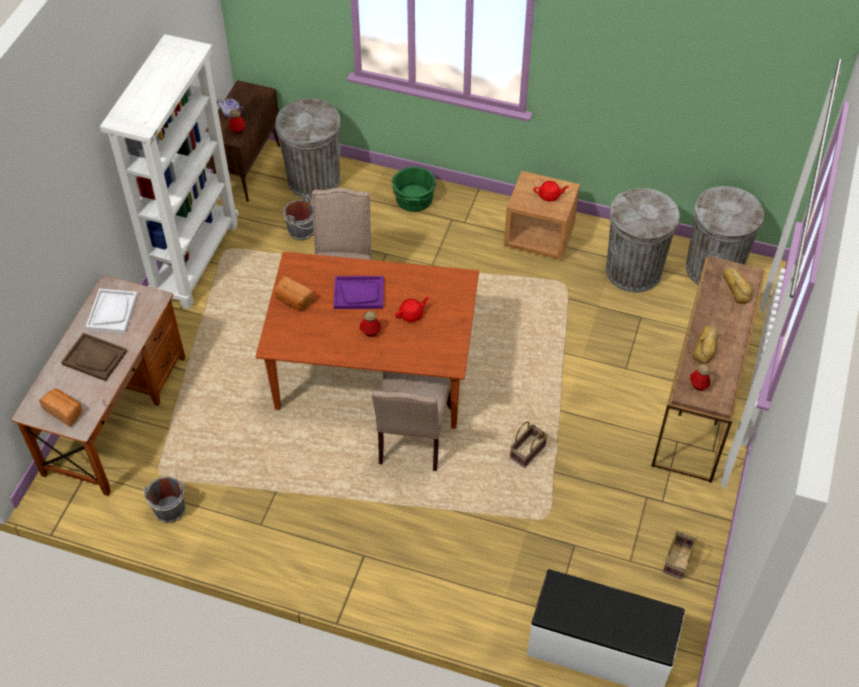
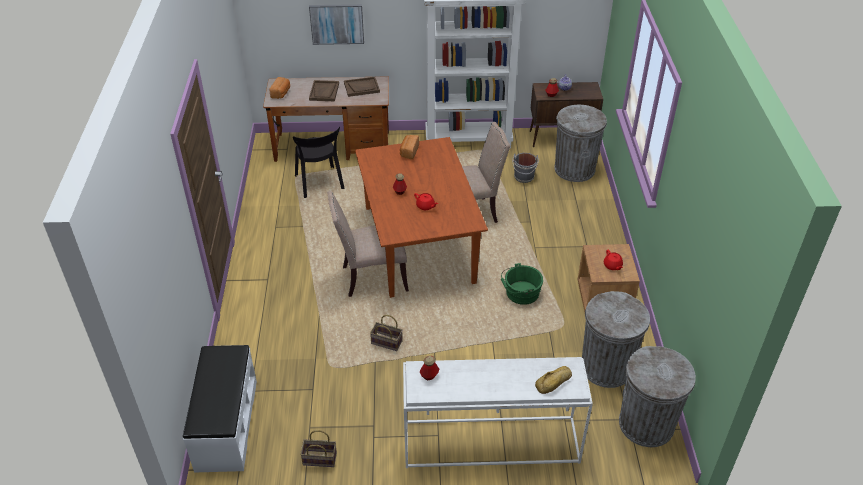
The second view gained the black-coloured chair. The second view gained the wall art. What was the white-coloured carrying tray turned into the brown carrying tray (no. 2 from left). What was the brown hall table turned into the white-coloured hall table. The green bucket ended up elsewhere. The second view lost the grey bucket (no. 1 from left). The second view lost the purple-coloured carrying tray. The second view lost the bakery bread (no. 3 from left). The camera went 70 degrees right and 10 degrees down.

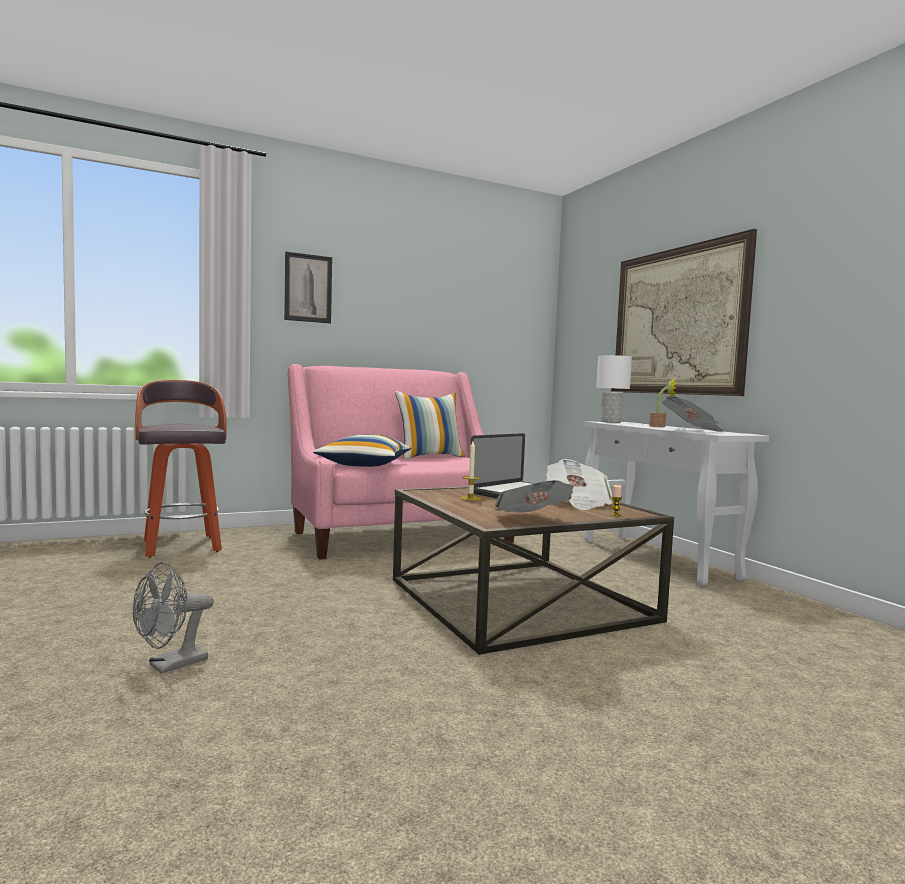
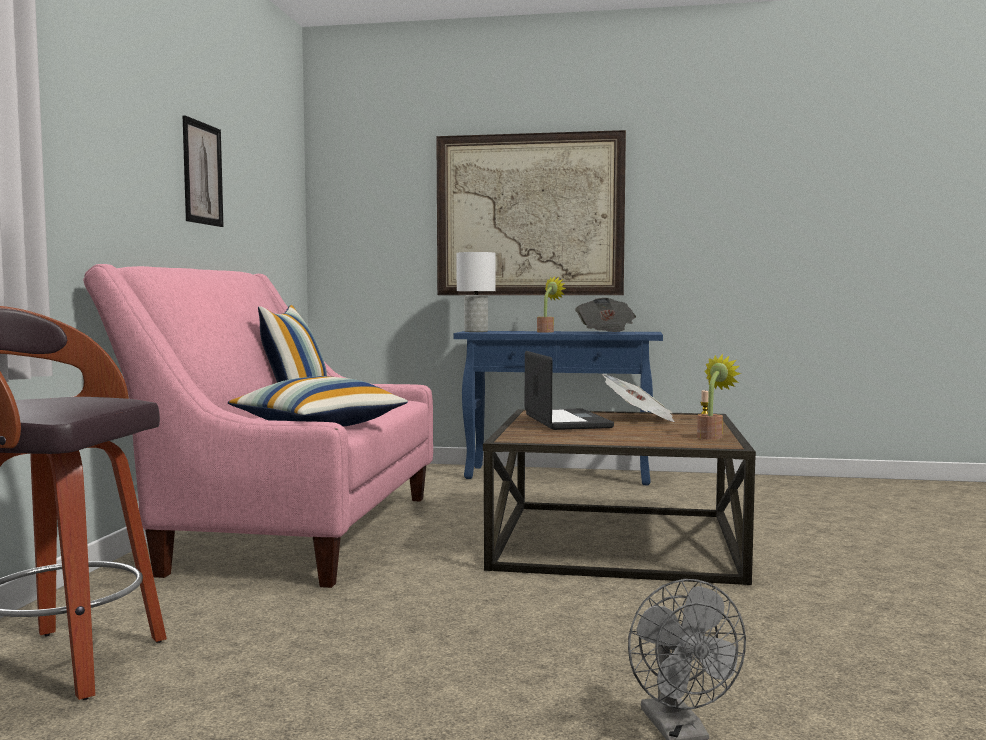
The wall art (no. 1 from left) ended up elsewhere. What was the white-coloured hall table turned into the blue hall table. Where the printed paper (no. 1 from left) stood, the plant in a pot (no. 2 from left) came to stand. The second view lost the wax light (no. 1 from left). The camera went 55 degrees left and 0 degrees up.

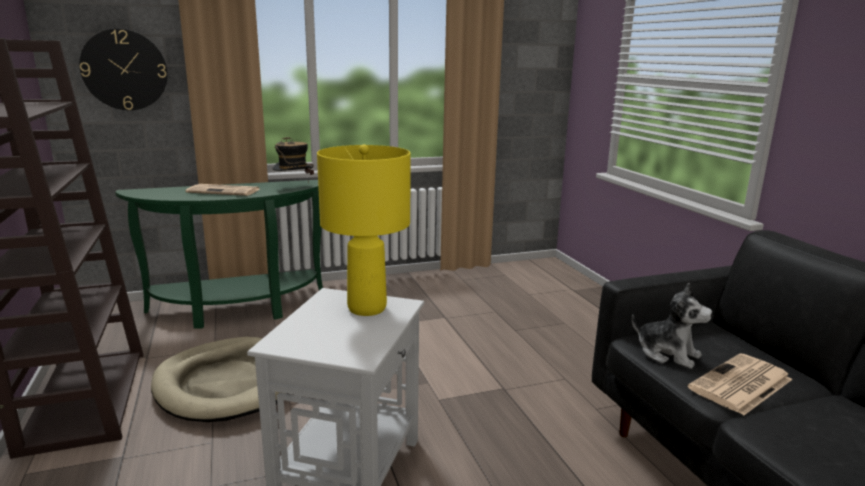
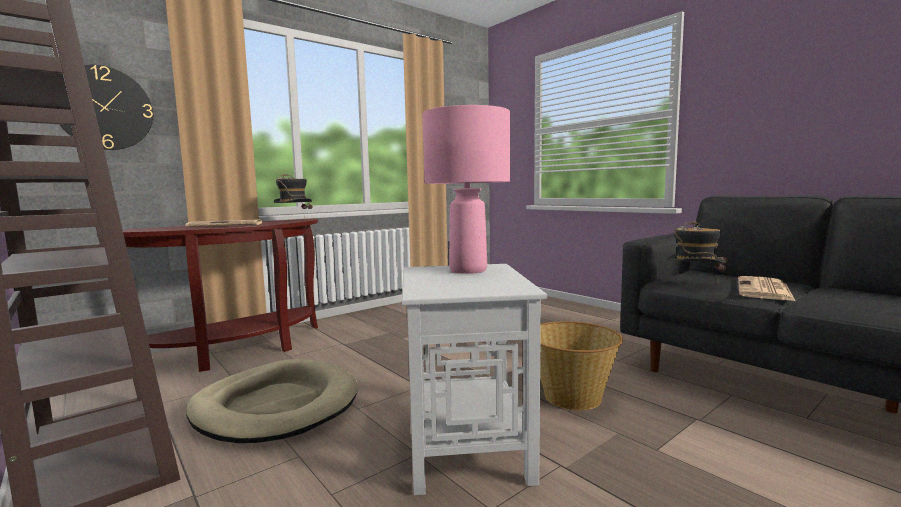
What was the green hall table turned into the brown hall table. What was the yellow-coloured lamp for a table turned into the pink lamp for a table. The second view gained the household basket. Where the soft toy stood, the clothing hat (no. 2 from left) came to stand. The camera went 20 degrees left and 10 degrees down.

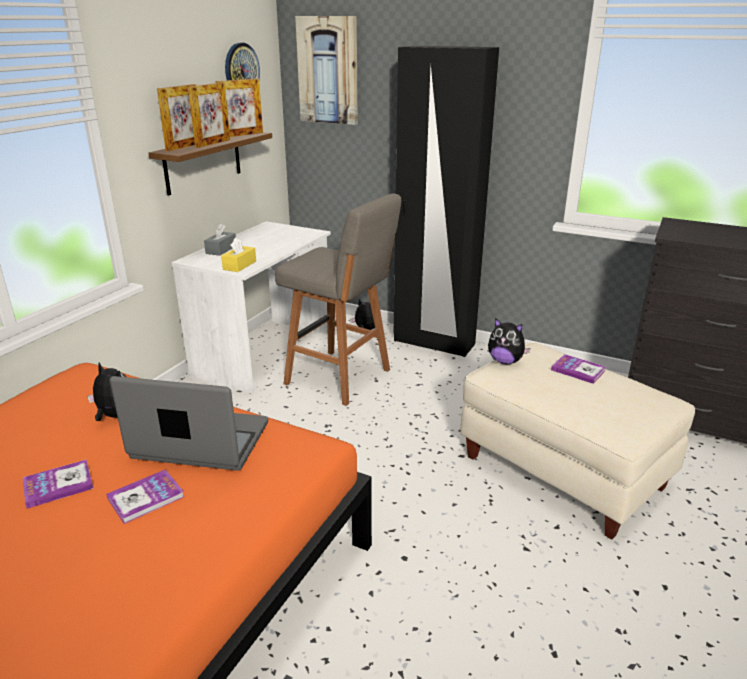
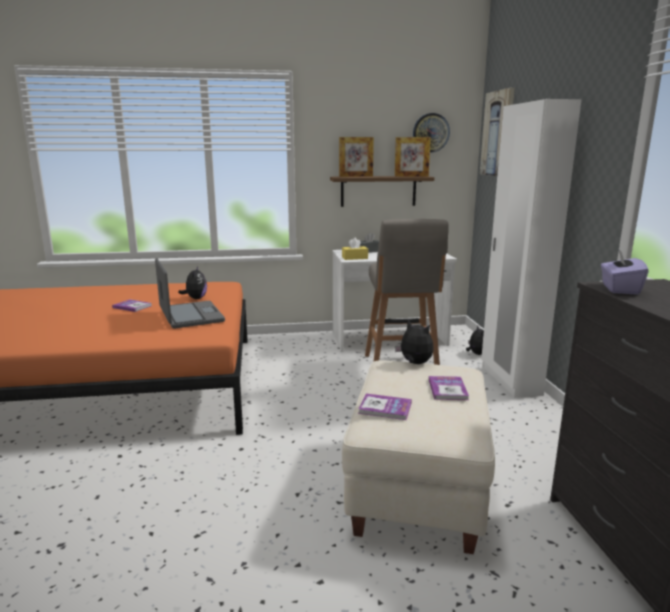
The bound book (no. 2 from left) ended up elsewhere. The soft toy (no. 3 from left in the first image) ended up facing another way, 135 degrees clockwise from before. What was the black-coloured wardrobe turned into the white-coloured wardrobe. The second view gained the purple-coloured tissue box. The second view lost the picture frame (no. 2 from left). The camera went 55 degrees right and 10 degrees down.

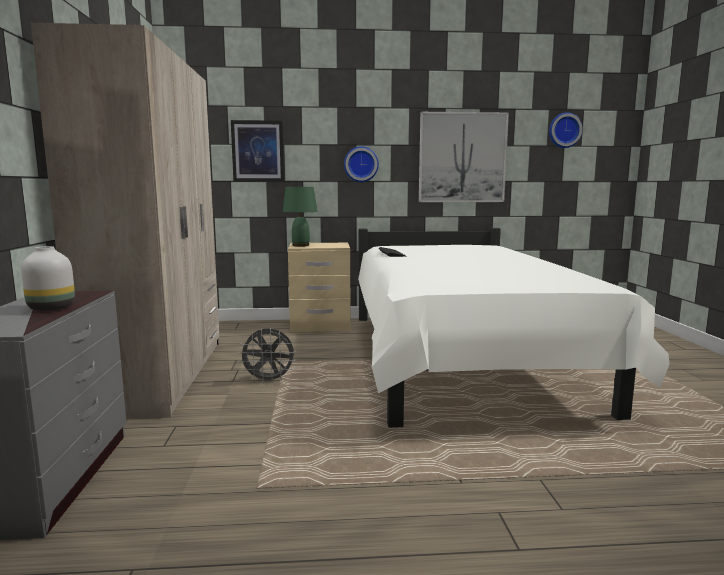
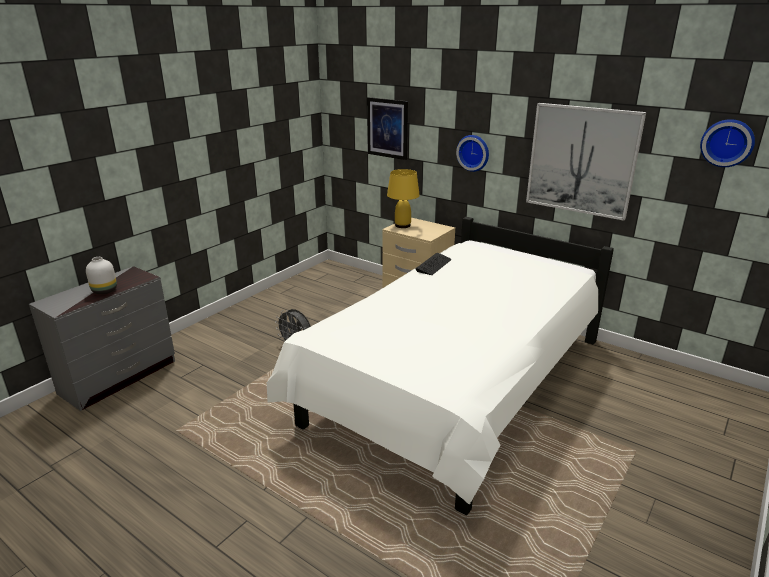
What was the green lamp for a table turned into the yellow-coloured lamp for a table. The second view lost the sand-coloured wardrobe. The camera went 40 degrees right and 15 degrees up.

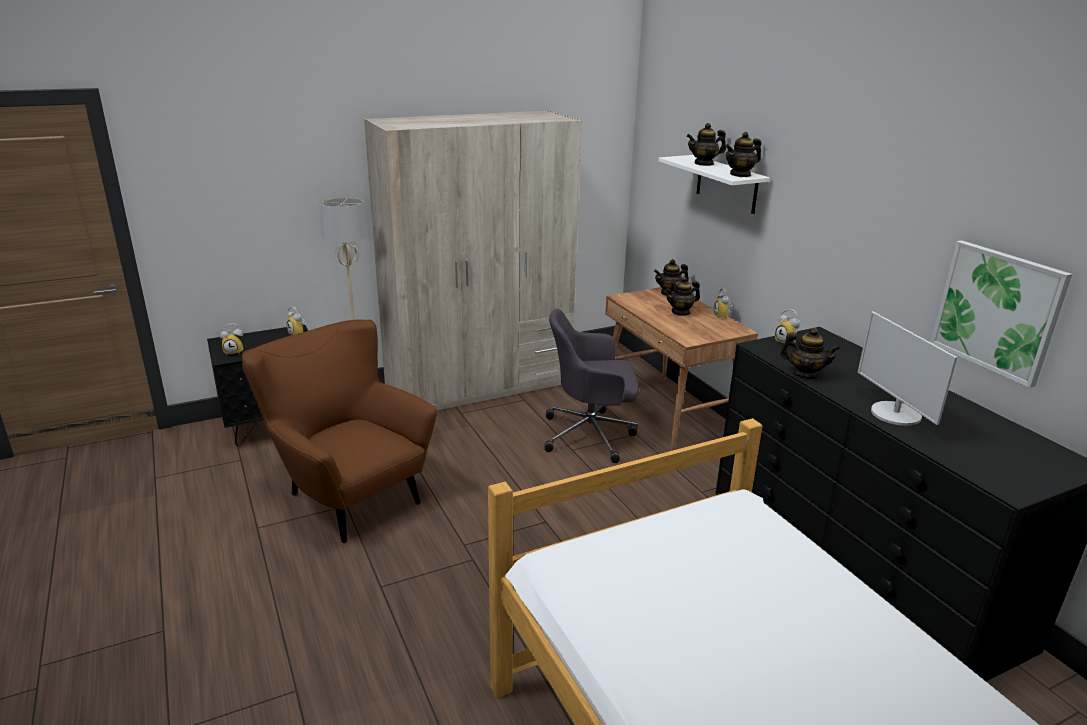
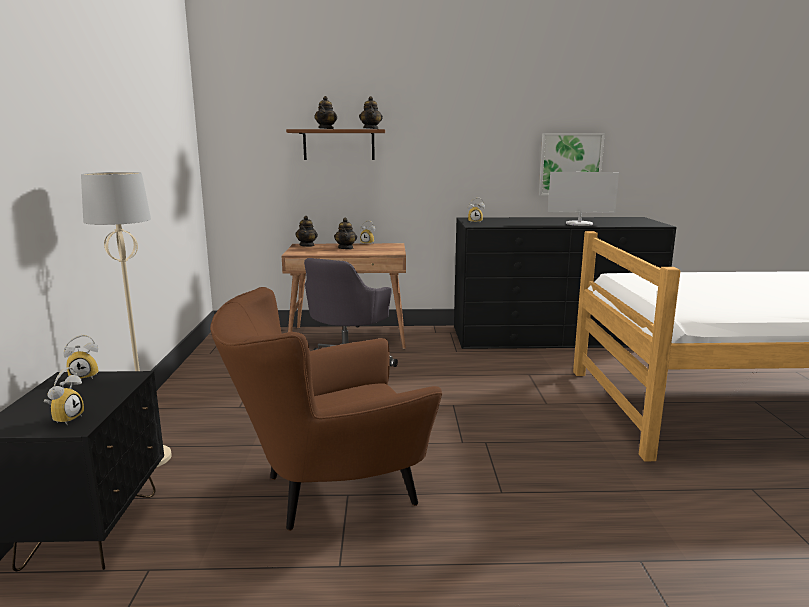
What was the white-coloured shelf turned into the brown shelf. The second view lost the sand-coloured wardrobe. The second view lost the teapot (no. 5 from left). The camera went 65 degrees left and 10 degrees down.

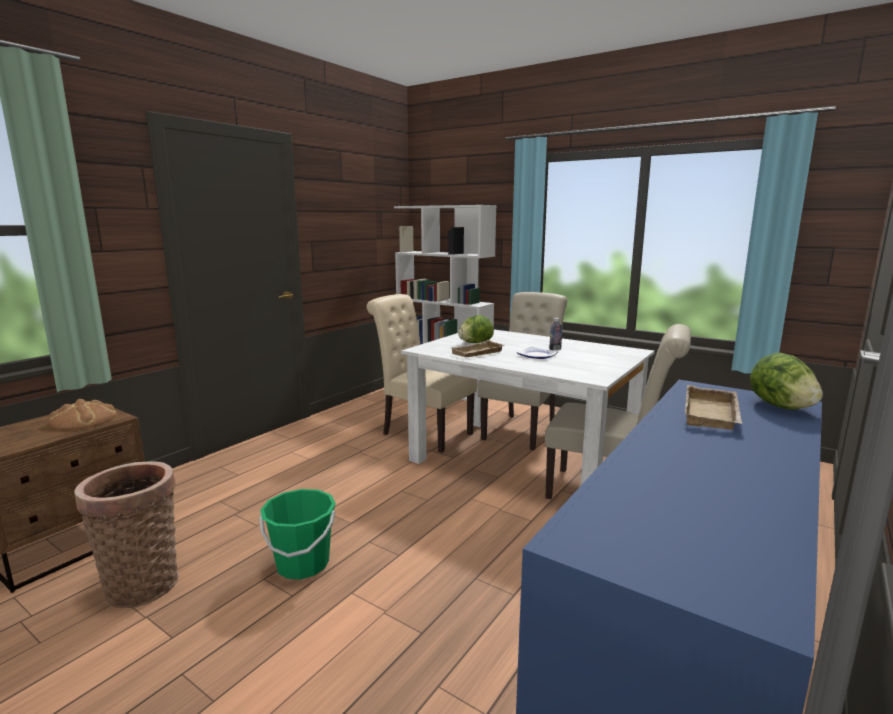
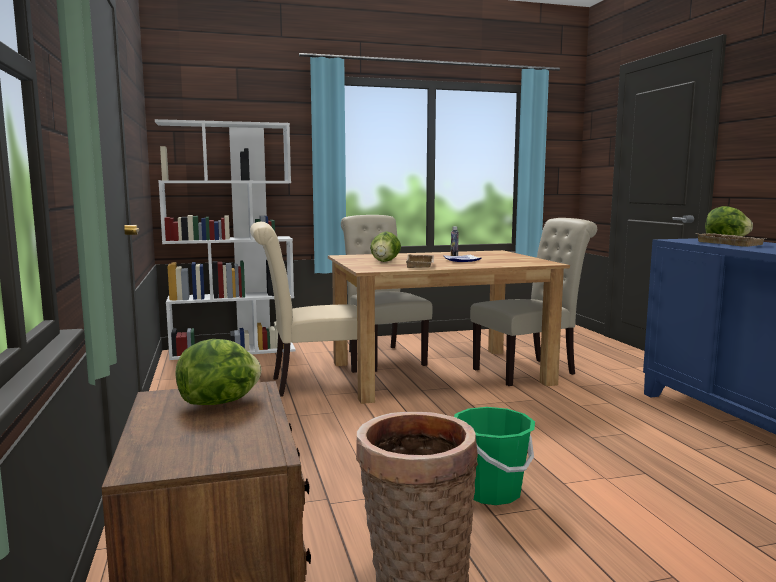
Where the bakery bread stood, the lettuce head (no. 1 from left) came to stand. What was the white-coloured dinner table turned into the brown dinner table. The camera went 50 degrees left and 5 degrees down.

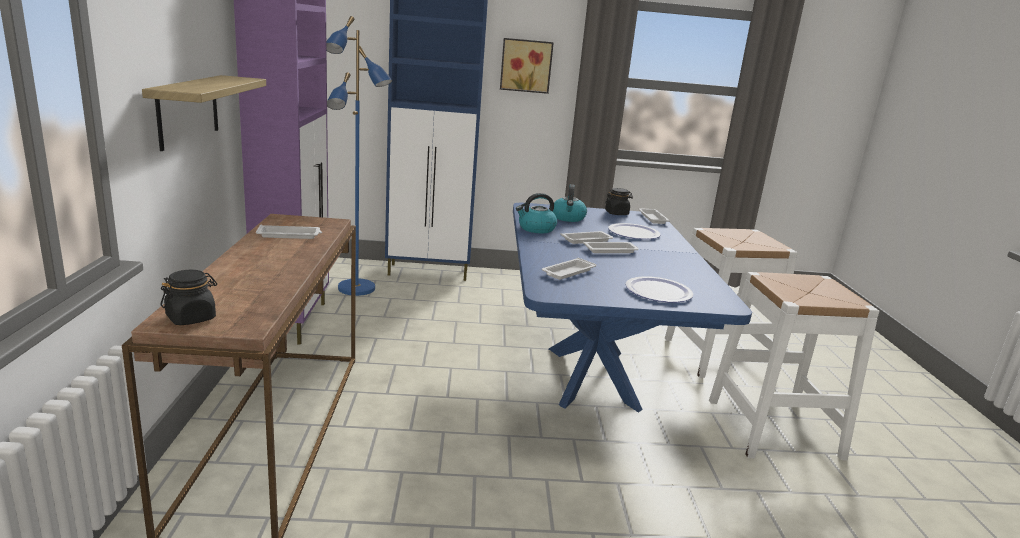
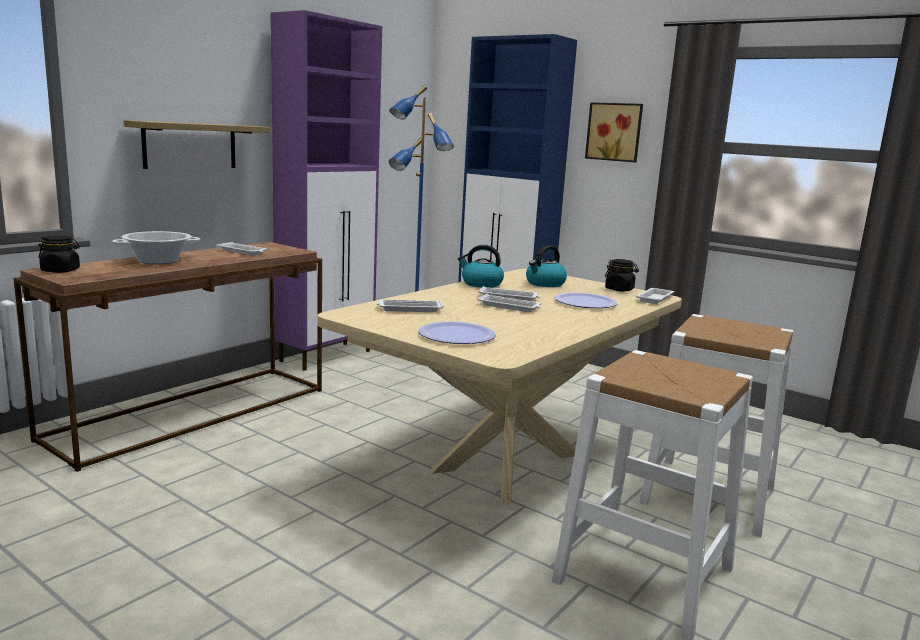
The second view gained the cooking pot. What was the blue dinner table turned into the sand-coloured dinner table. The camera went 40 degrees right and 5 degrees down.

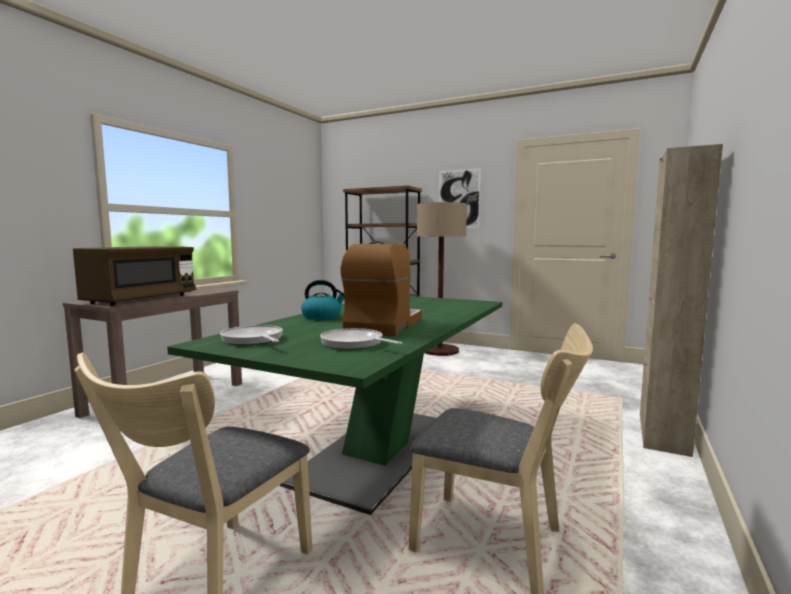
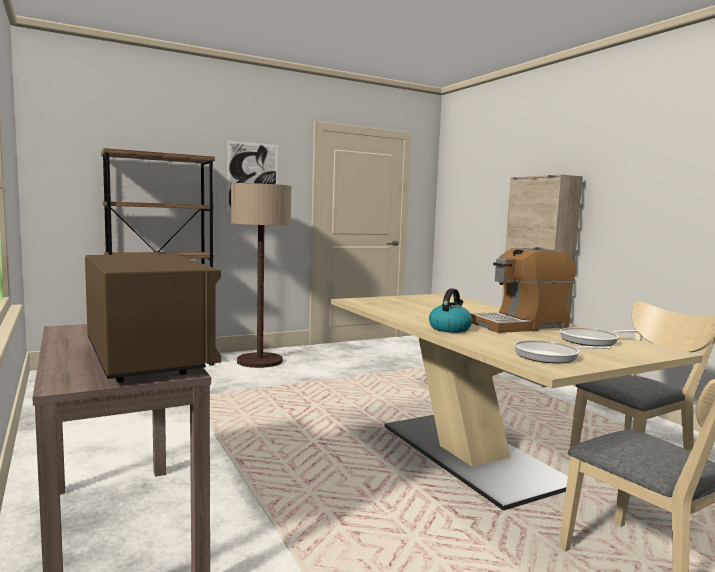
What was the green dinner table turned into the sand-coloured dinner table. The coffee machine ended up facing another way, 75 degrees counterclockwise from before. The camera went 55 degrees left and 0 degrees up.

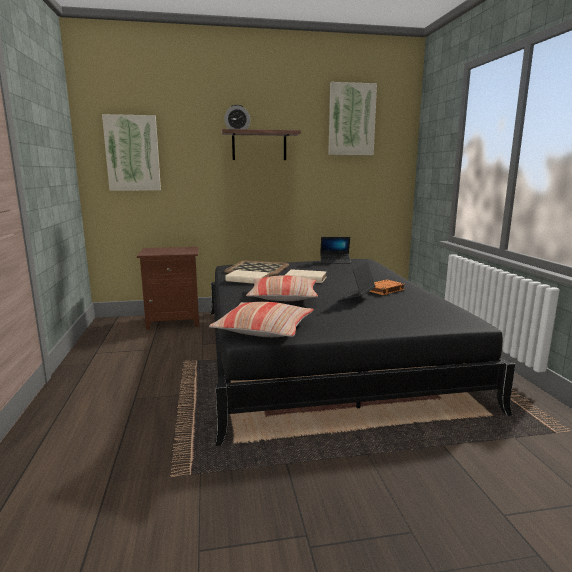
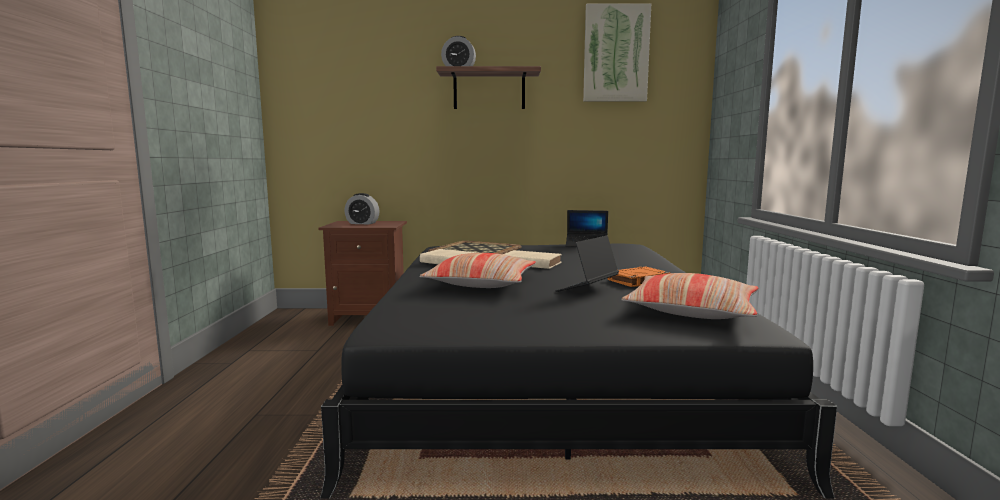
The second view gained the table clock (no. 1 from left). The throw pillow (no. 1 from left in the first image) ended up elsewhere. The second view lost the wall art (no. 1 from left). The camera went 10 degrees right and 5 degrees down.

